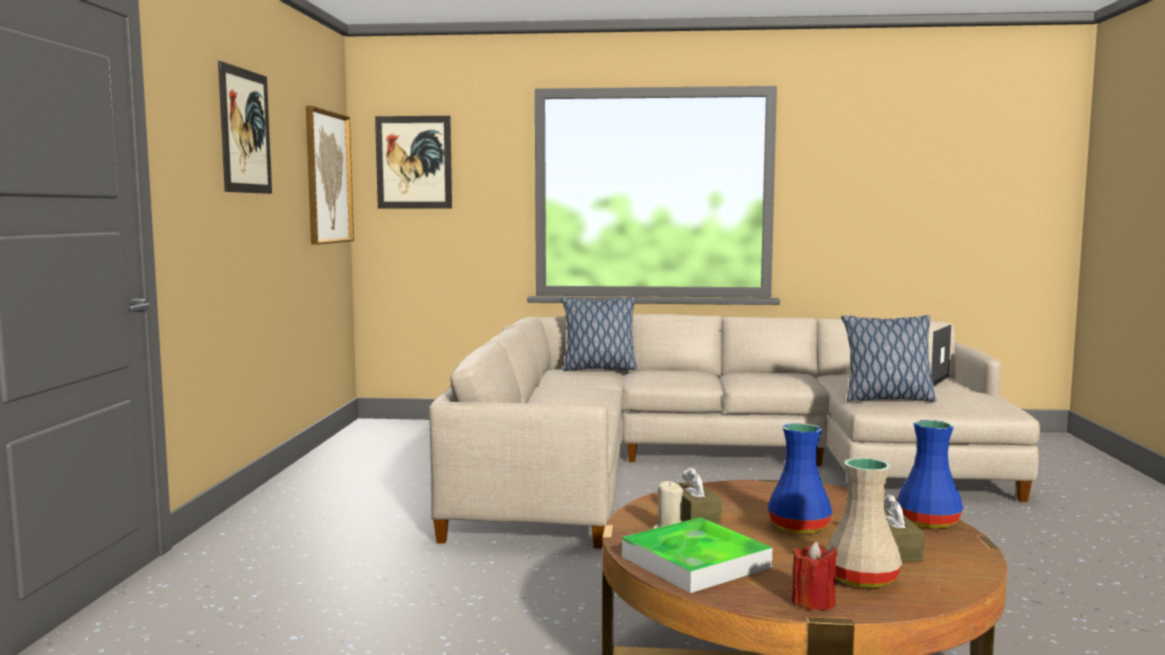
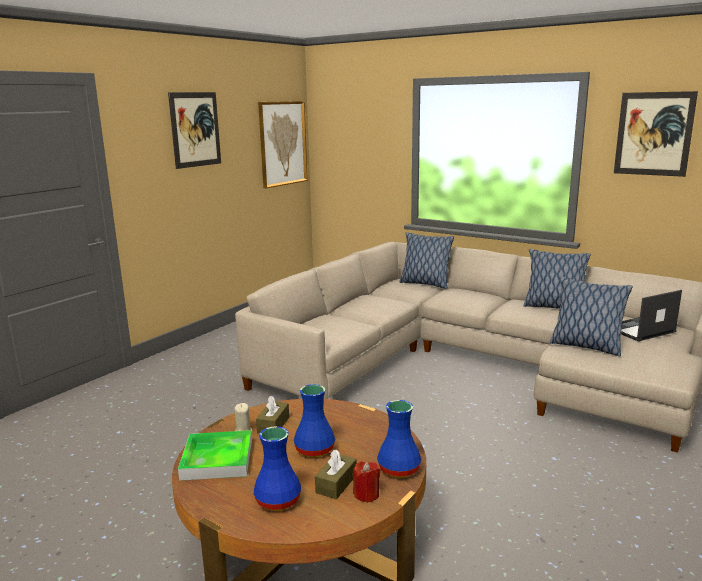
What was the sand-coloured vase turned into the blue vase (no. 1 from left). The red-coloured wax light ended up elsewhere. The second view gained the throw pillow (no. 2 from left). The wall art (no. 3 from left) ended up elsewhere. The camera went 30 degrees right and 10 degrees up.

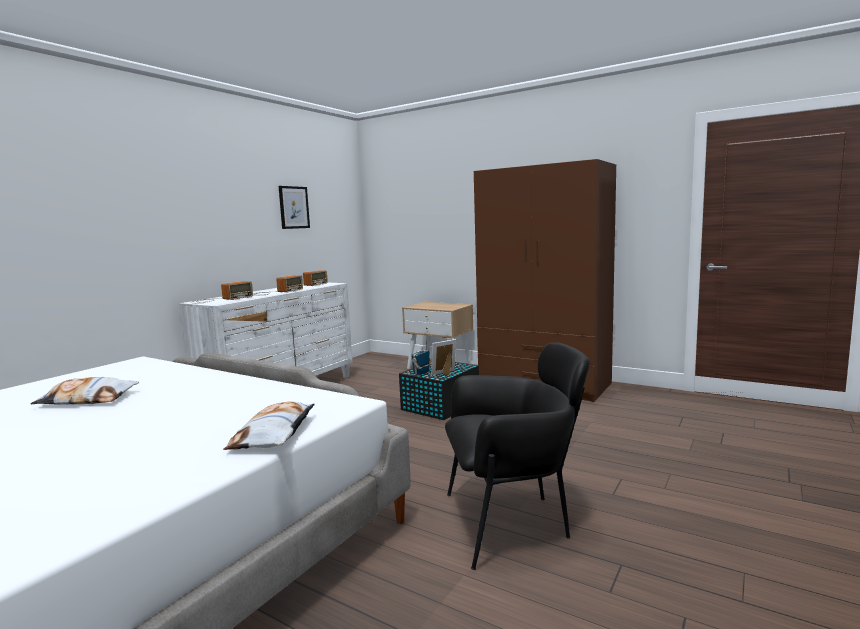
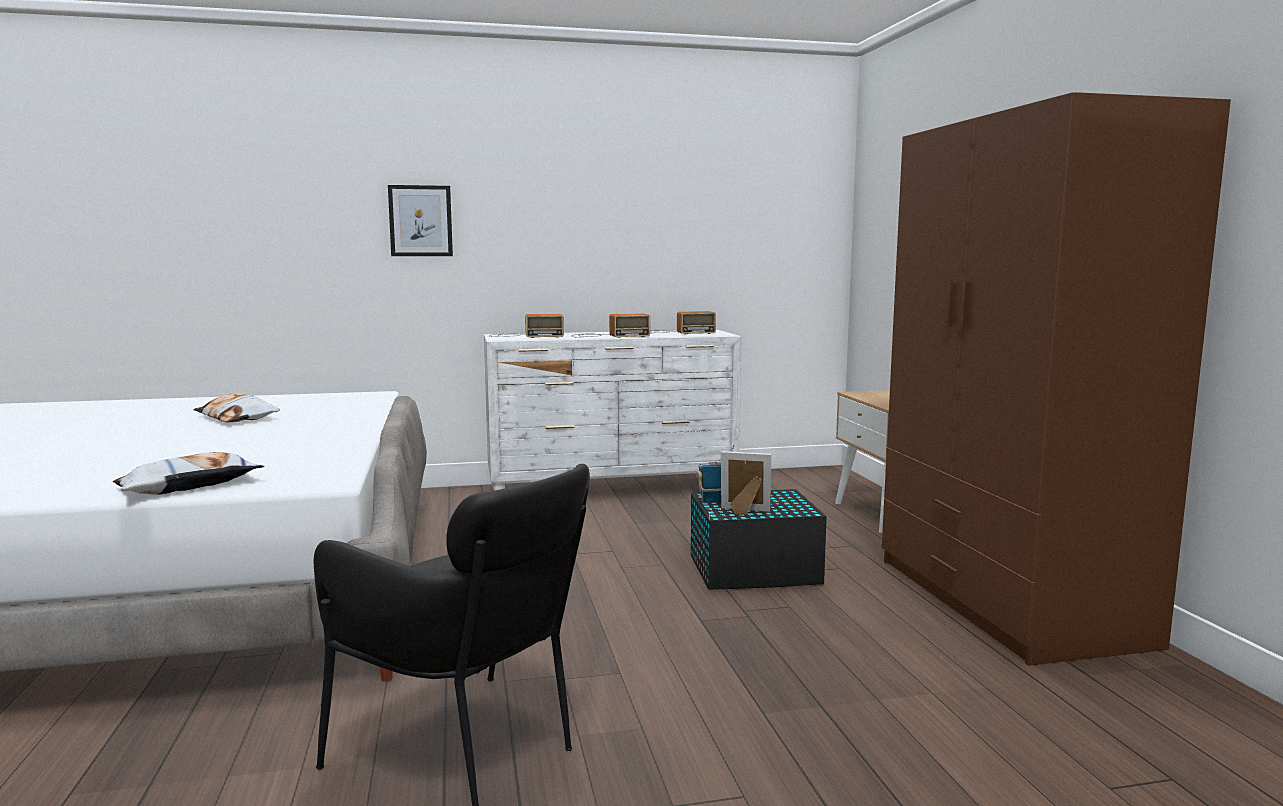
The wall art ended up elsewhere. The camera went 45 degrees right and 0 degrees up.

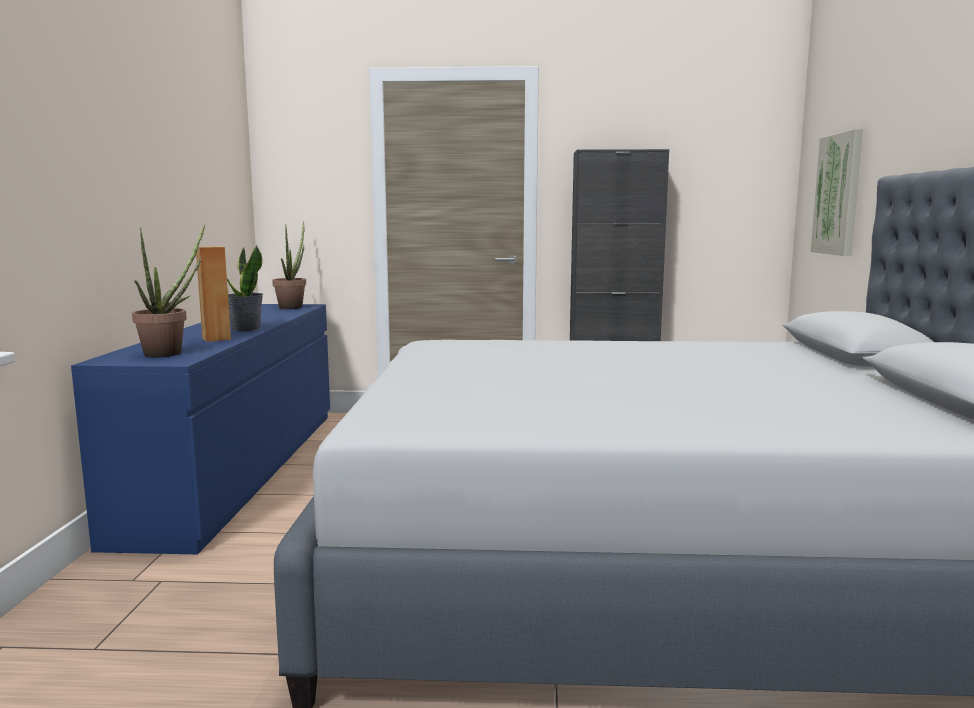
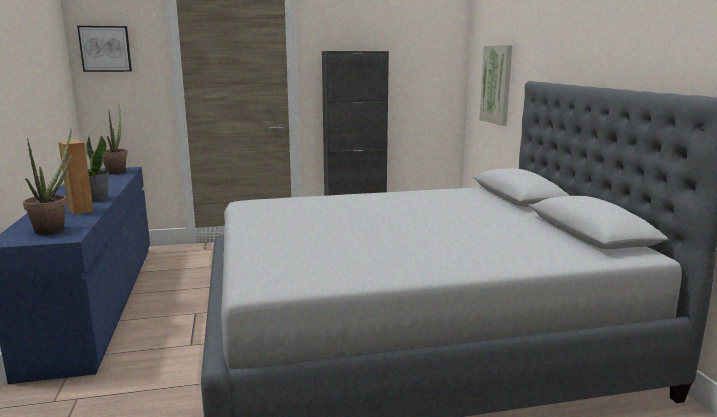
The second view gained the wall art (no. 1 from left). The camera went 15 degrees left and 5 degrees up.

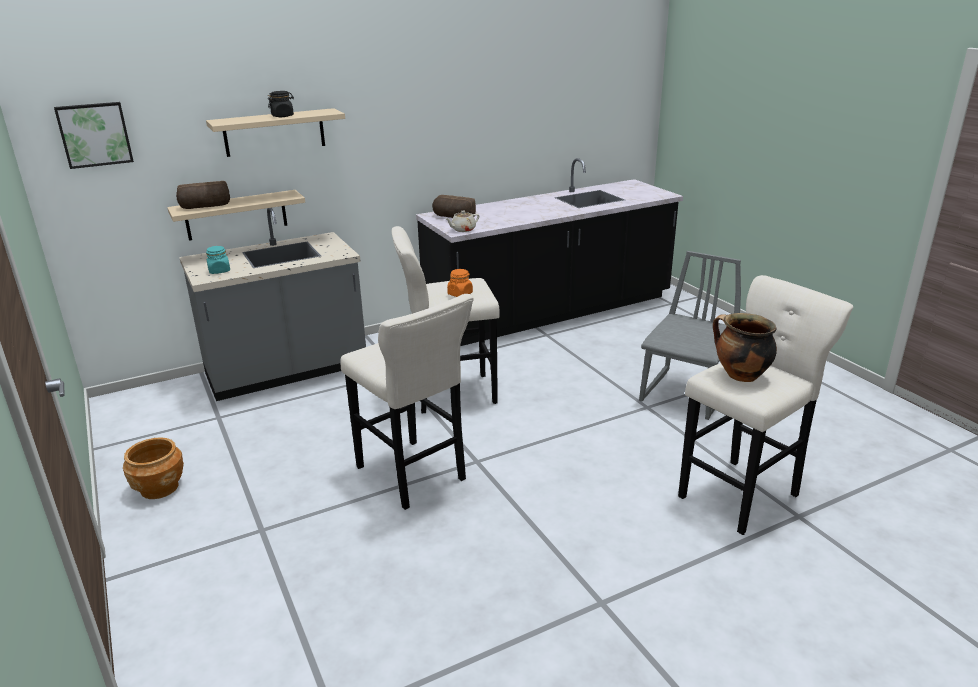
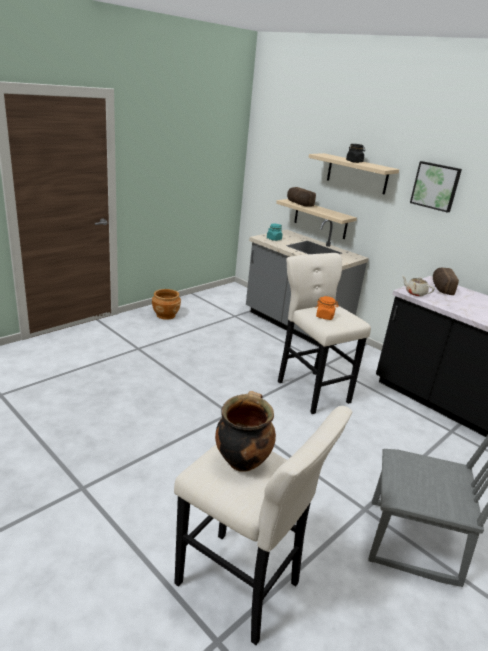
The wall art ended up elsewhere. The second view lost the sand-coloured sitting stool (no. 1 from left). The camera went 70 degrees right and 0 degrees up.

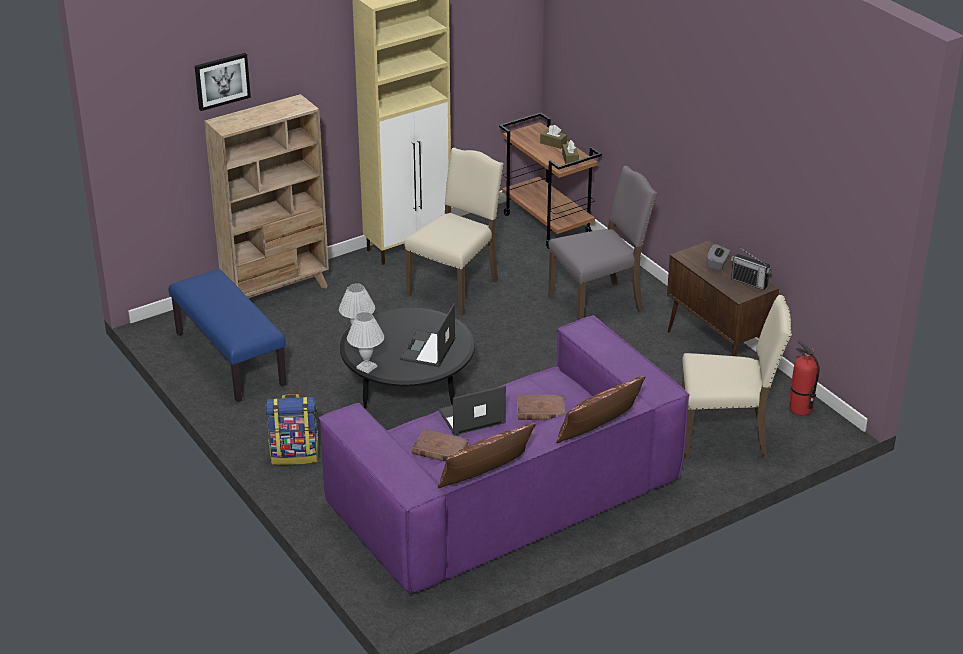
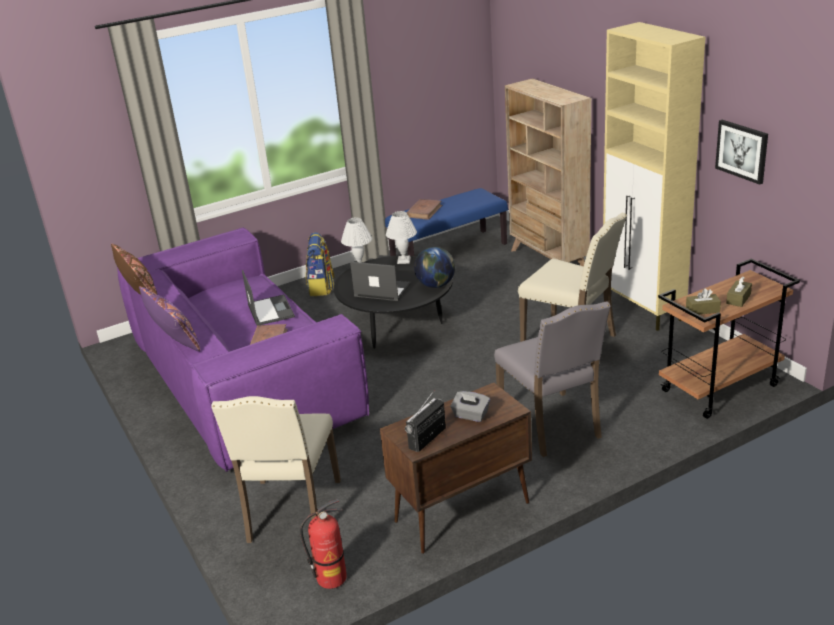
What was the brown throw pillow (no. 2 from left) turned into the purple-coloured throw pillow. The brown bound book (no. 1 from left in the first image) ended up elsewhere. The second view gained the globe. The wall art ended up elsewhere. The camera went 95 degrees right and 5 degrees down.

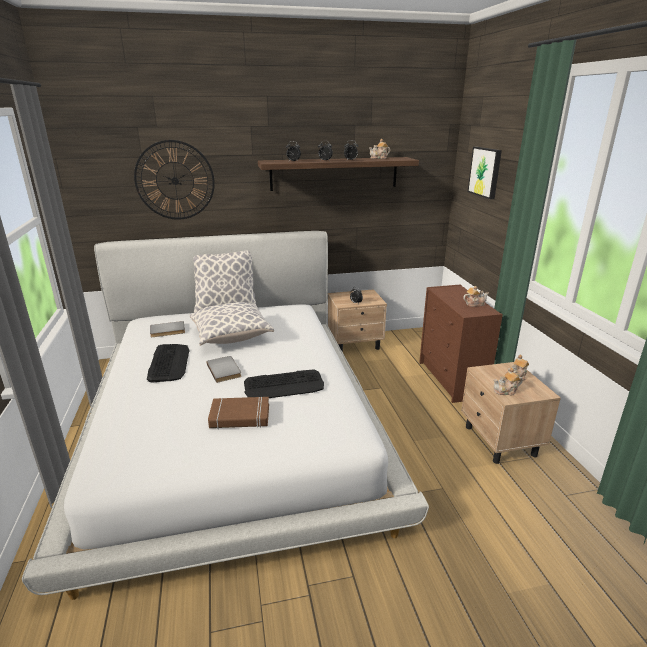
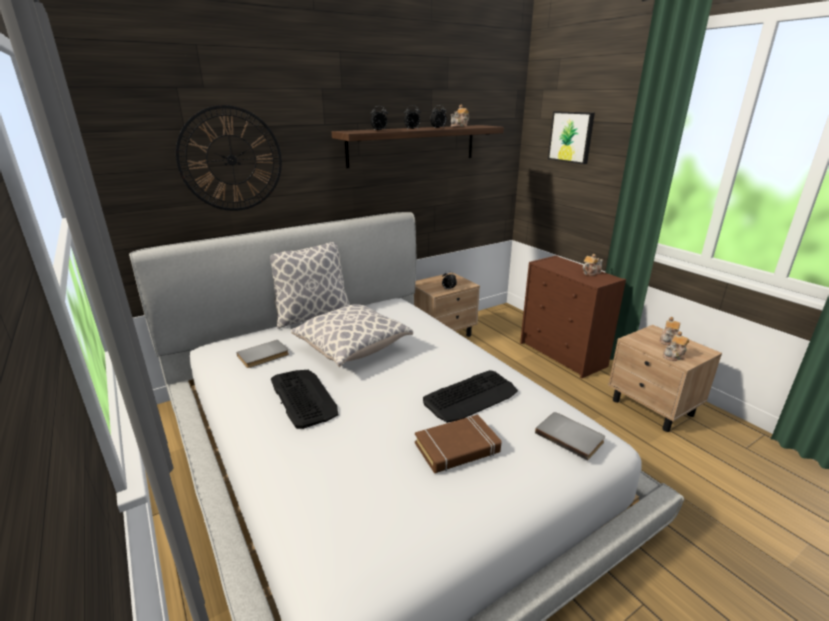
The grey bound book (no. 2 from left) ended up elsewhere. The camera went 20 degrees left and 0 degrees up.

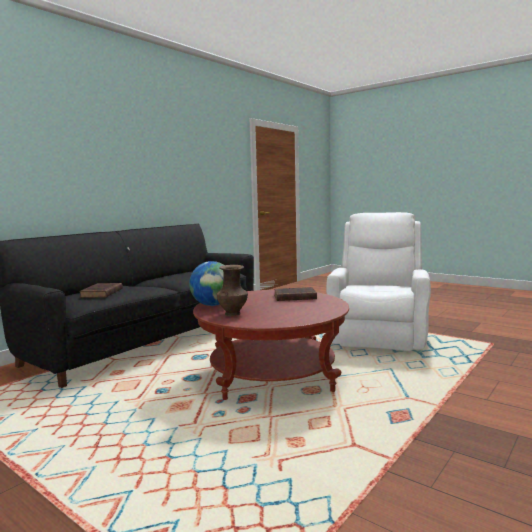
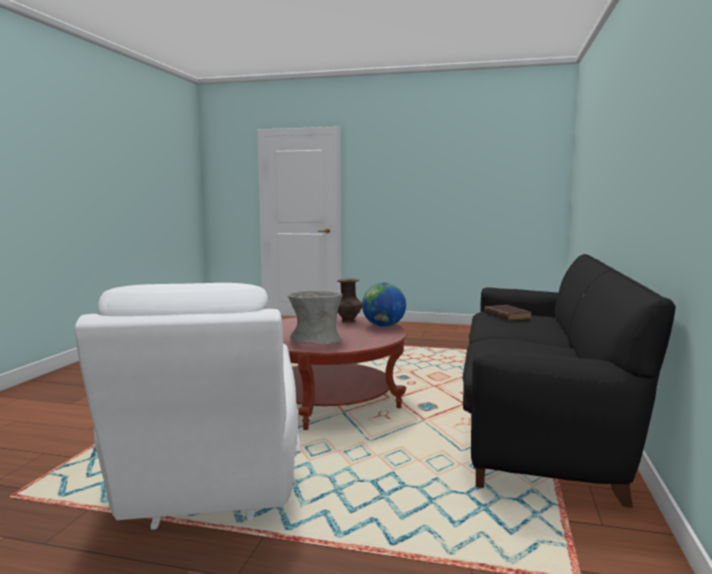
Where the brown bound book (no. 2 from left) stood, the grey vase came to stand. The camera went 155 degrees right and 0 degrees up.

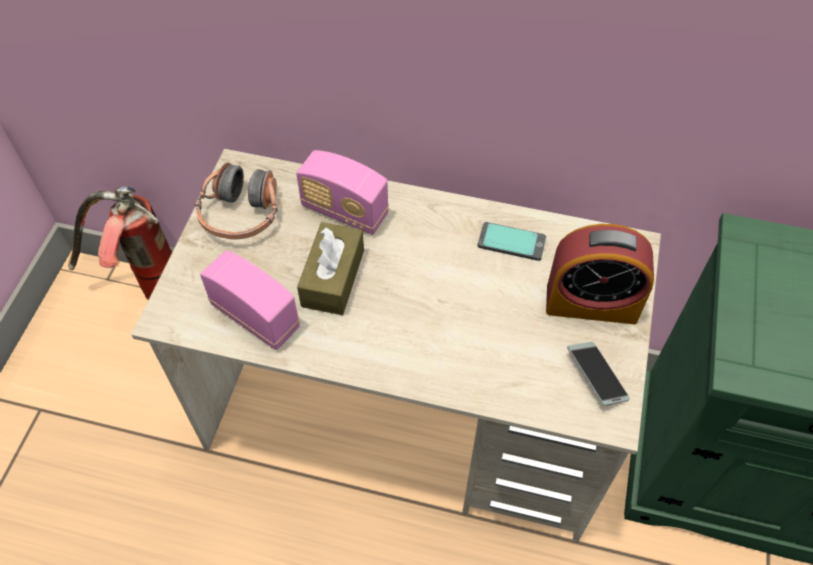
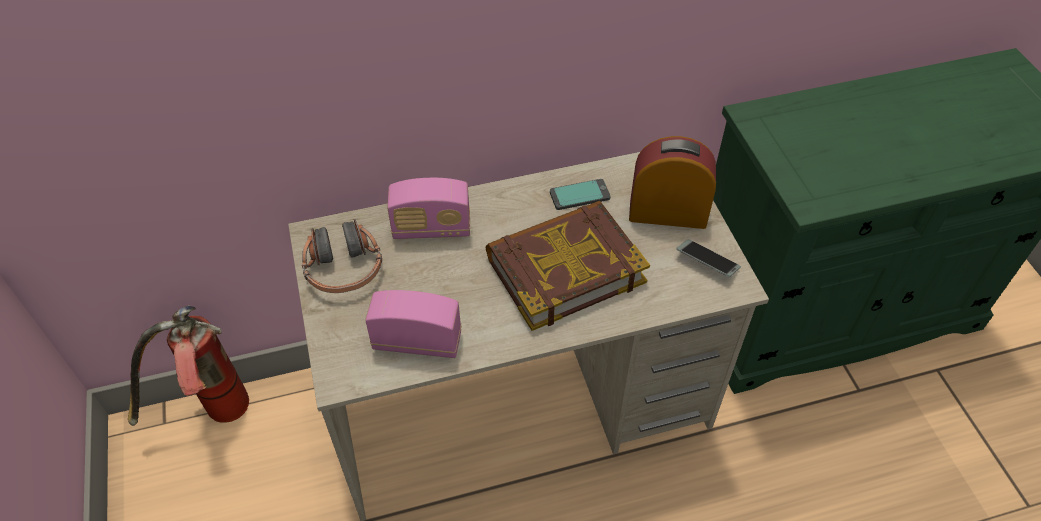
The second view gained the bound book. The table clock ended up facing another way, 150 degrees counterclockwise from before. The second view lost the brown tissue box. The camera went 30 degrees left and 5 degrees down.

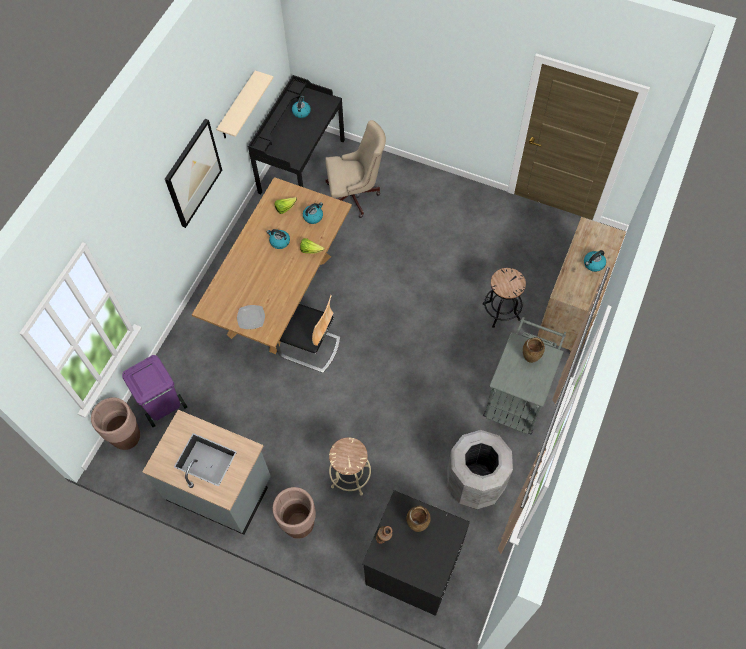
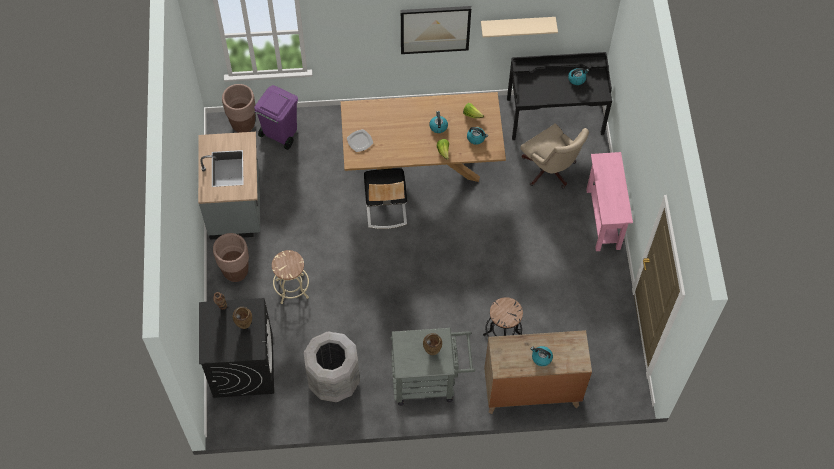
The second view gained the pink hall table. The camera went 60 degrees right and 0 degrees up.

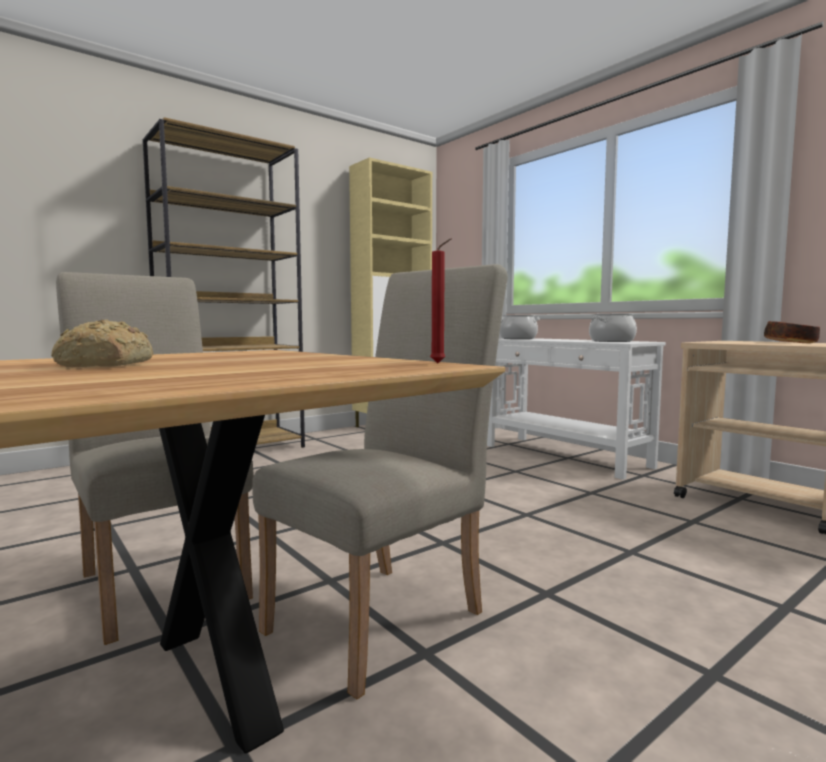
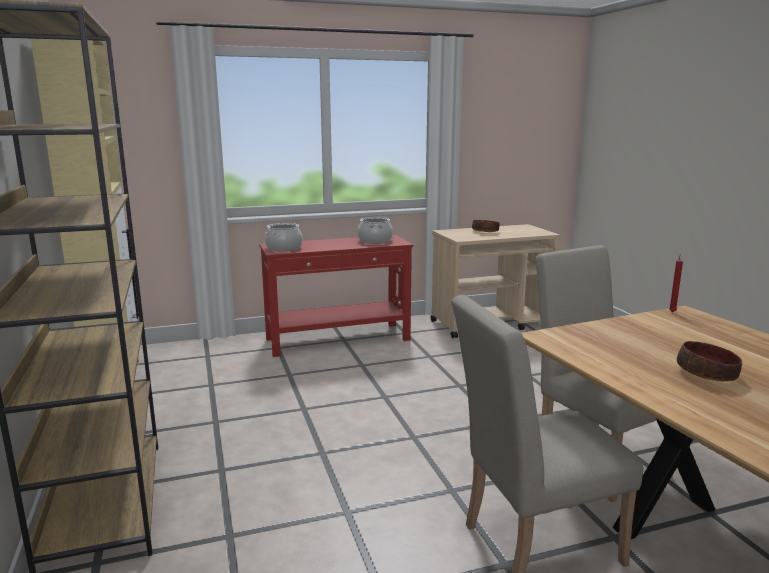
What was the white-coloured hall table turned into the red-coloured hall table. Where the bakery bread stood, the bowl (no. 2 from left) came to stand. The camera went 70 degrees left and 10 degrees up.

